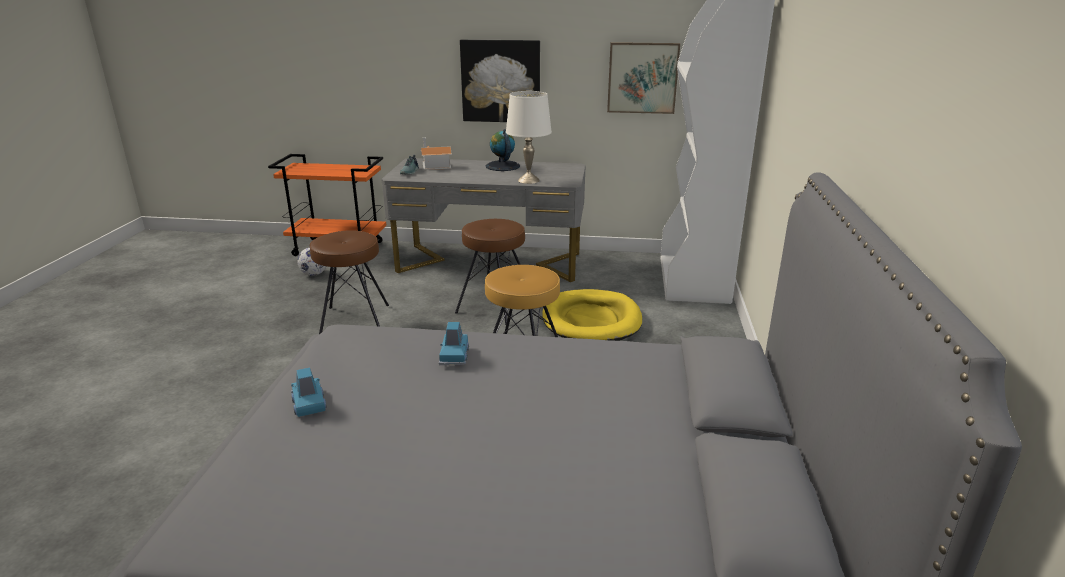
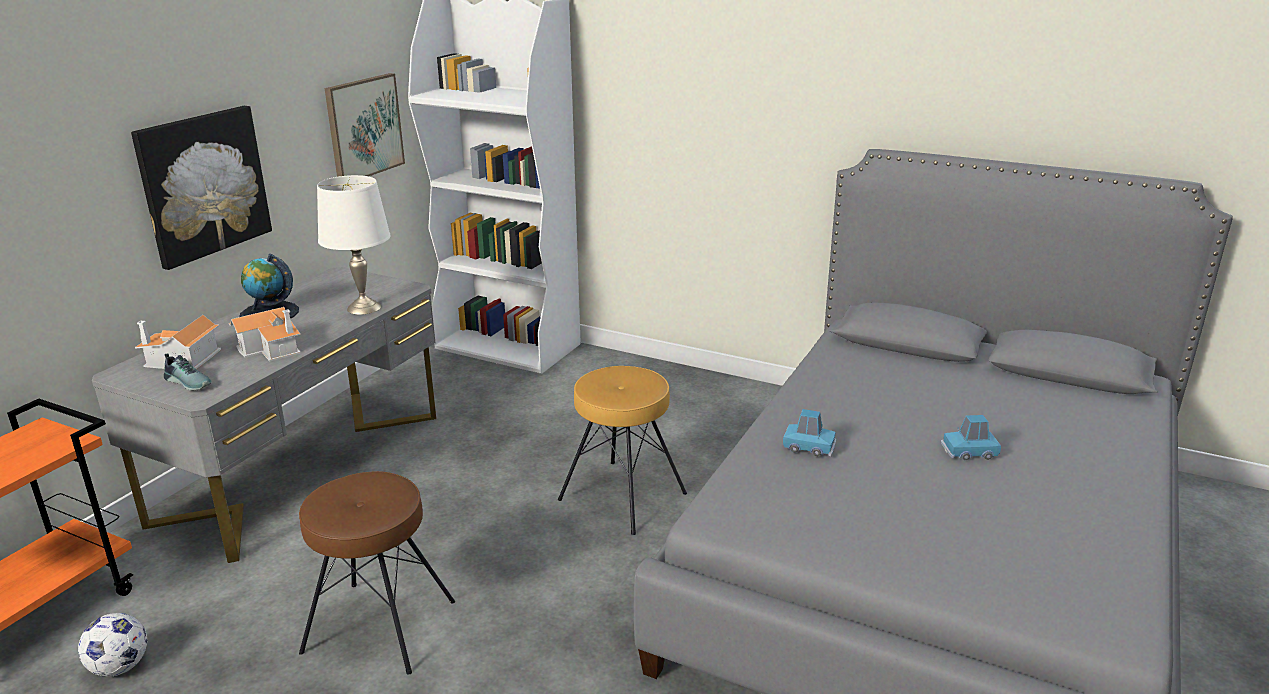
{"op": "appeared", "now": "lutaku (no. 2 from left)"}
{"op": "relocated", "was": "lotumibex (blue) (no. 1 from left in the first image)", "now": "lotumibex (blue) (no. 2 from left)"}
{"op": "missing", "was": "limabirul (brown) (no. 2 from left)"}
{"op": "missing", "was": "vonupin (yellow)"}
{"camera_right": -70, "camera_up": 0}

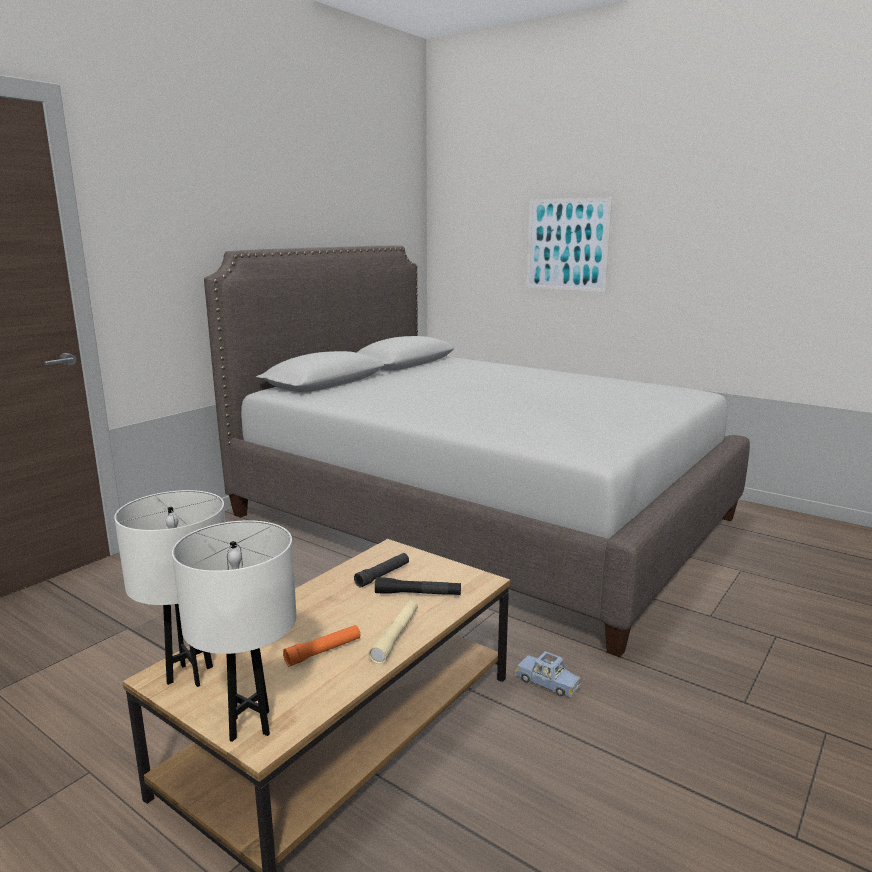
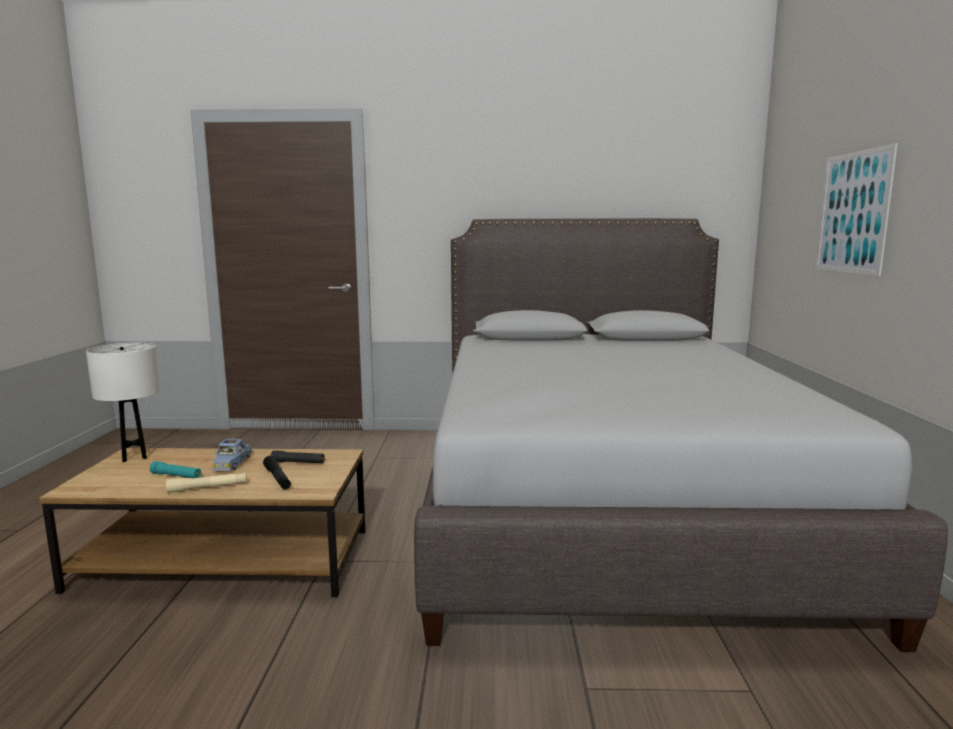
{"op": "colour", "was": "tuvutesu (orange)", "now": "tuvutesu (turquoise)"}
{"op": "relocated", "was": "lotumibex (blue)"}
{"op": "missing", "was": "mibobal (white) (no. 2 from left)"}
{"camera_right": 55, "camera_up": -5}

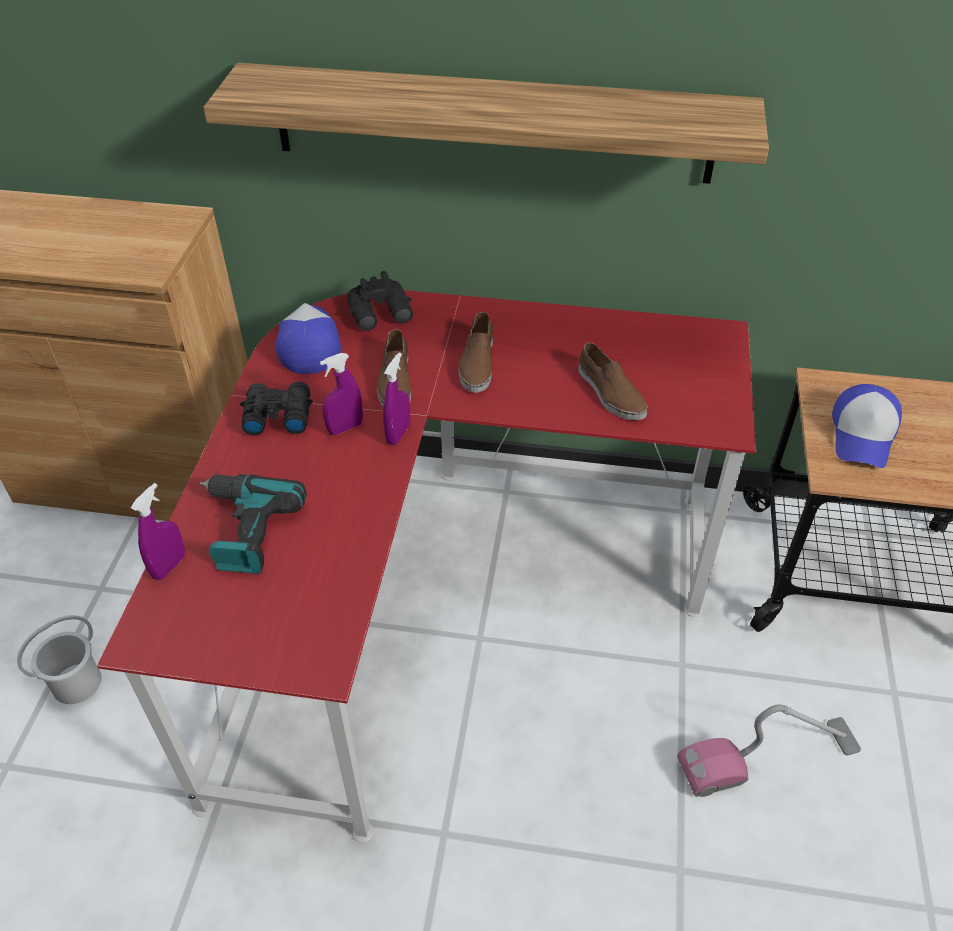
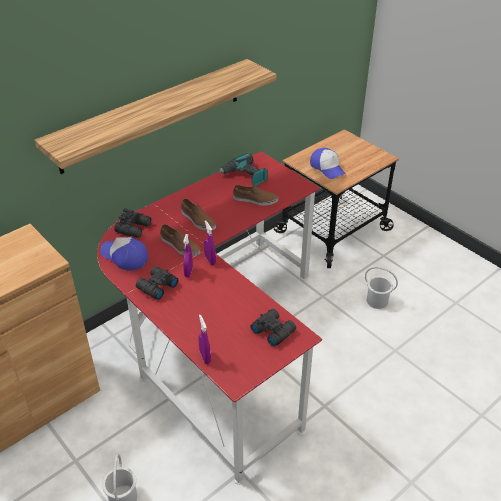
{"op": "relocated", "was": "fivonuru"}
{"op": "appeared", "now": "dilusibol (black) (no. 3 from left)"}
{"op": "exchanged", "was": "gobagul", "now": "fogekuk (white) (no. 2 from left)"}
{"camera_right": -50, "camera_up": -5}

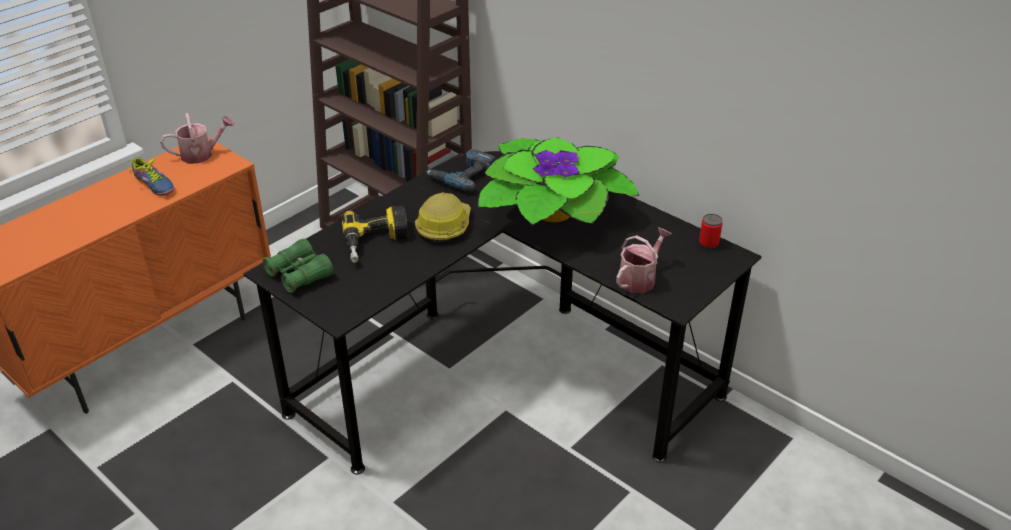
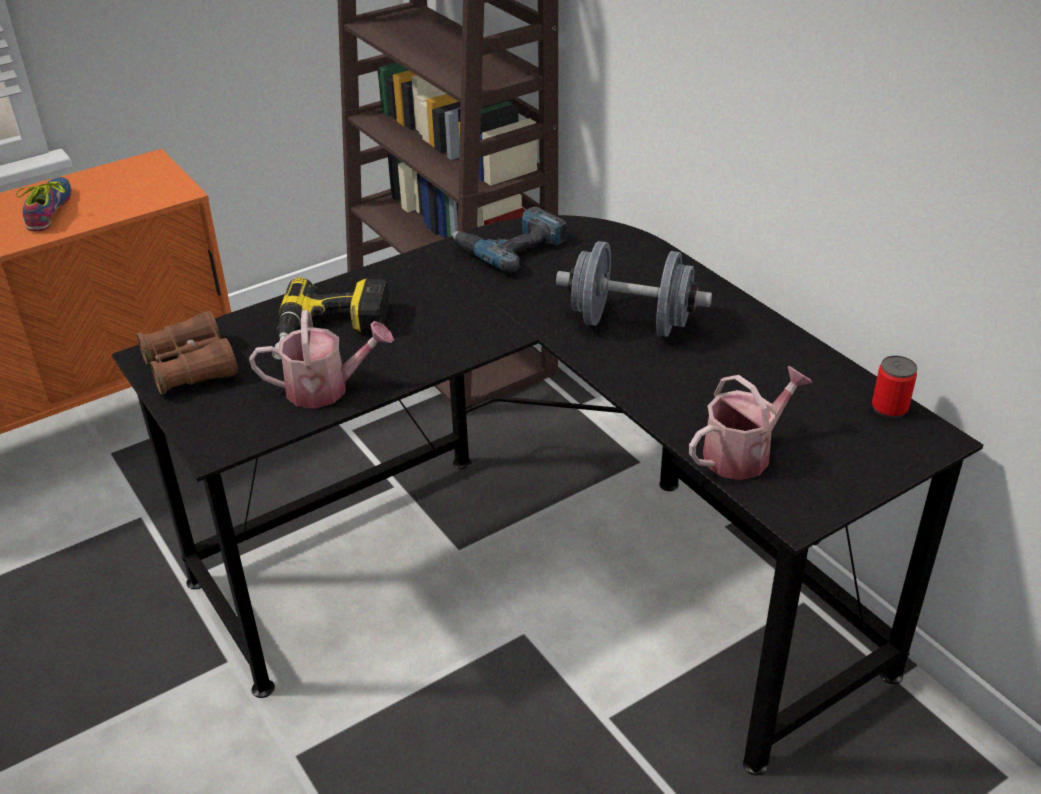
{"op": "spun", "was": "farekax", "clockwise": -150}
{"op": "colour", "was": "dilusibol (green)", "now": "dilusibol (brown)"}
{"op": "relocated", "was": "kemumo (no. 1 from left)"}
{"op": "exchanged", "was": "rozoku", "now": "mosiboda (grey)"}
{"op": "missing", "was": "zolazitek"}
{"camera_right": 15, "camera_up": 0}

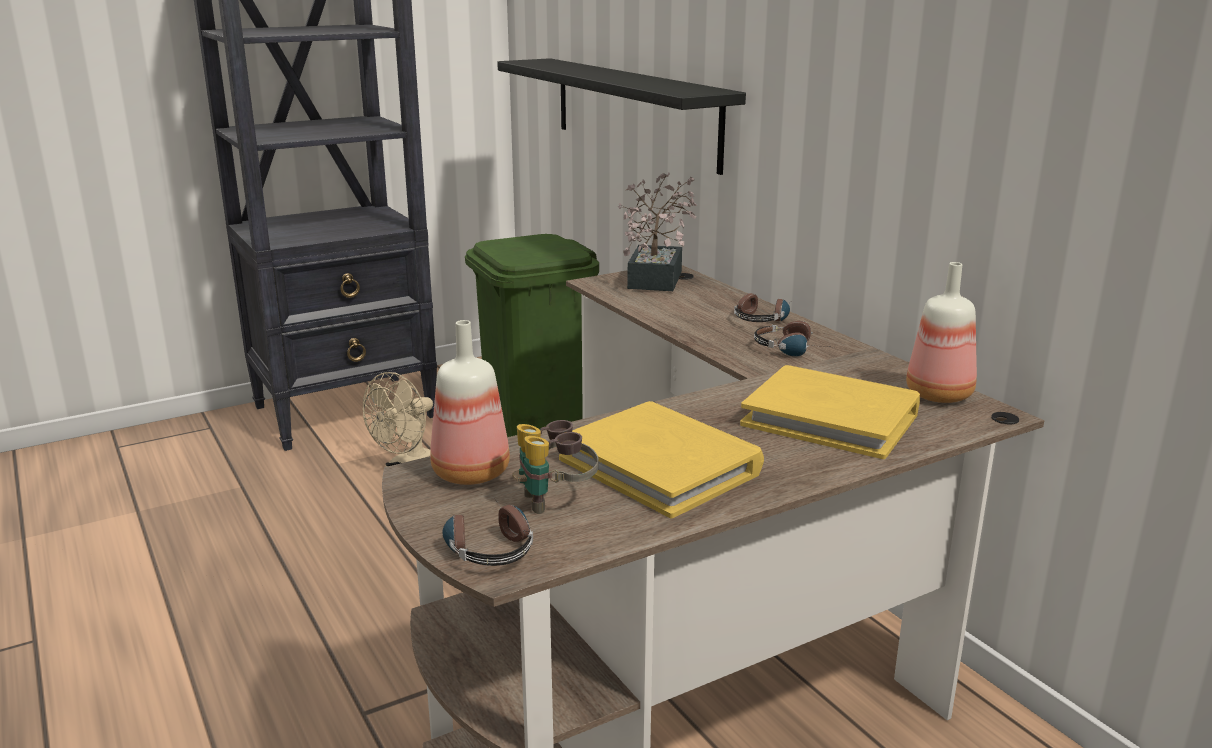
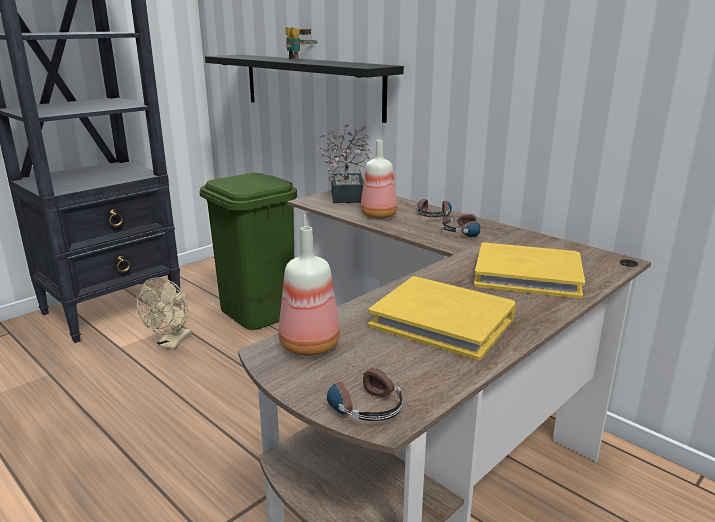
{"op": "relocated", "was": "dilusibol"}
{"op": "relocated", "was": "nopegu (no. 2 from left)"}
{"camera_right": -15, "camera_up": 0}

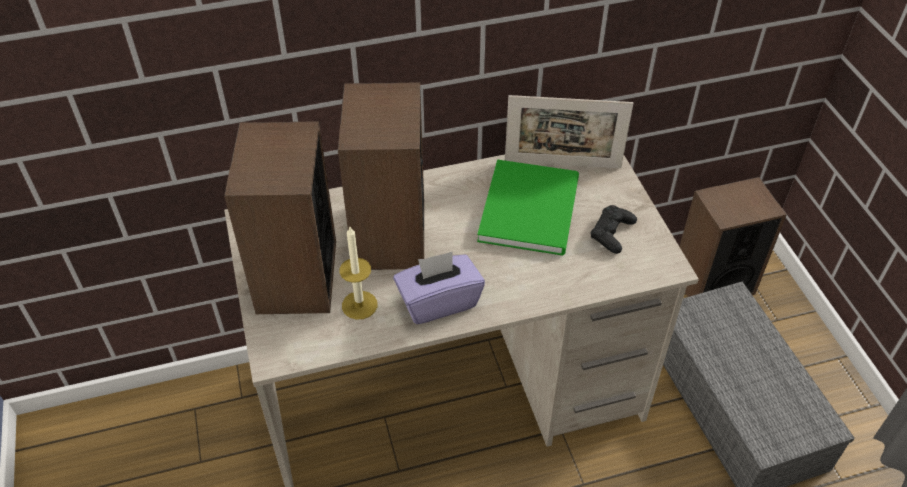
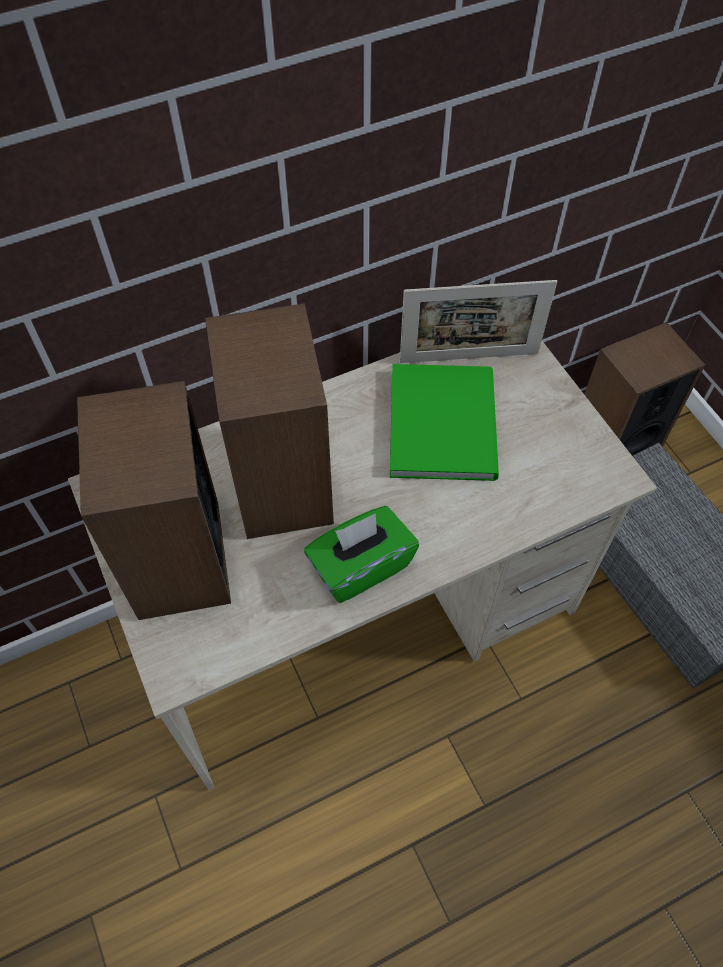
{"op": "colour", "was": "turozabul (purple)", "now": "turozabul (green)"}
{"op": "missing", "was": "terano"}
{"op": "missing", "was": "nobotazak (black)"}
{"camera_right": -10, "camera_up": 10}

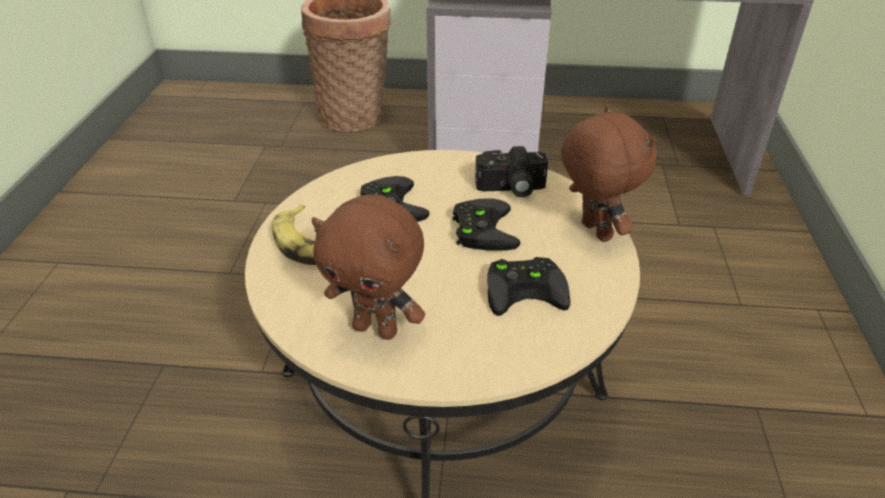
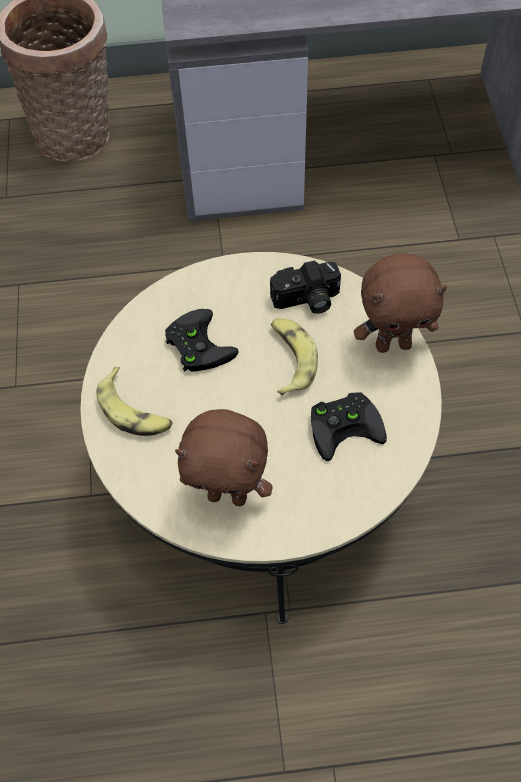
{"op": "exchanged", "was": "nobotazak (black) (no. 2 from left)", "now": "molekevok (no. 2 from left)"}
{"op": "spun", "was": "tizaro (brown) (no. 2 from left)", "clockwise": 120}
{"camera_right": -10, "camera_up": 20}

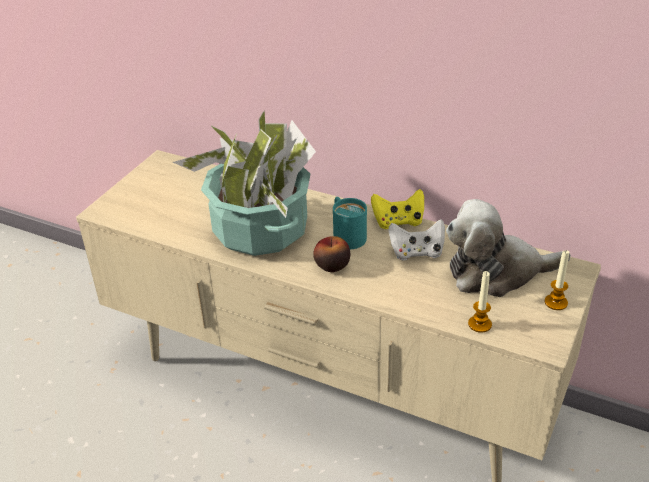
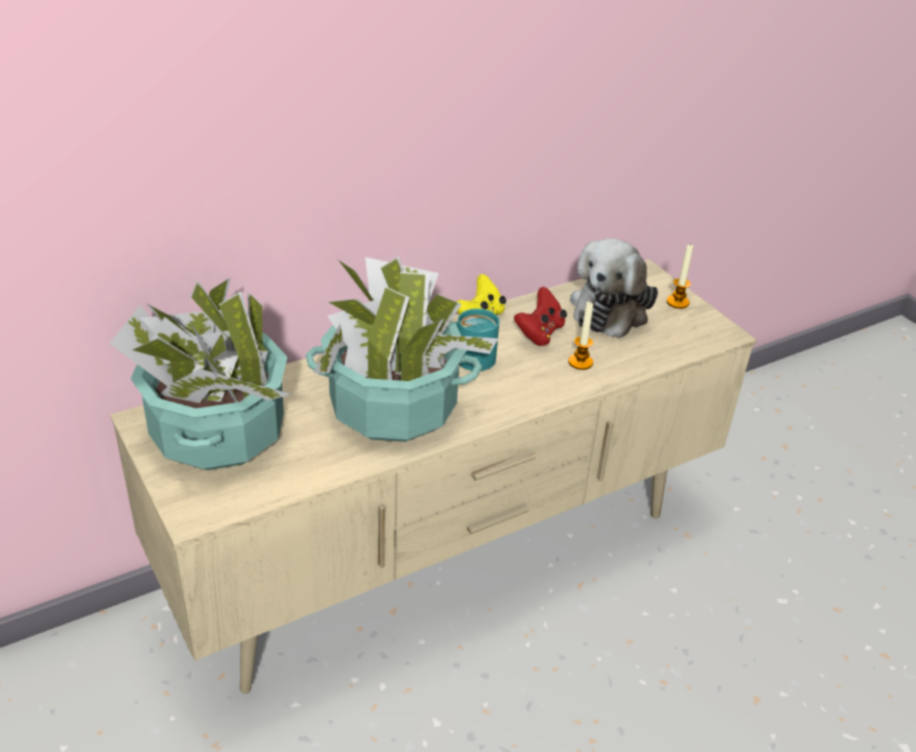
{"op": "appeared", "now": "rozoku (no. 1 from left)"}
{"op": "colour", "was": "nobotazak (white)", "now": "nobotazak (red)"}
{"op": "relocated", "was": "terano (no. 1 from left)"}
{"op": "missing", "was": "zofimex"}
{"camera_right": -60, "camera_up": 0}

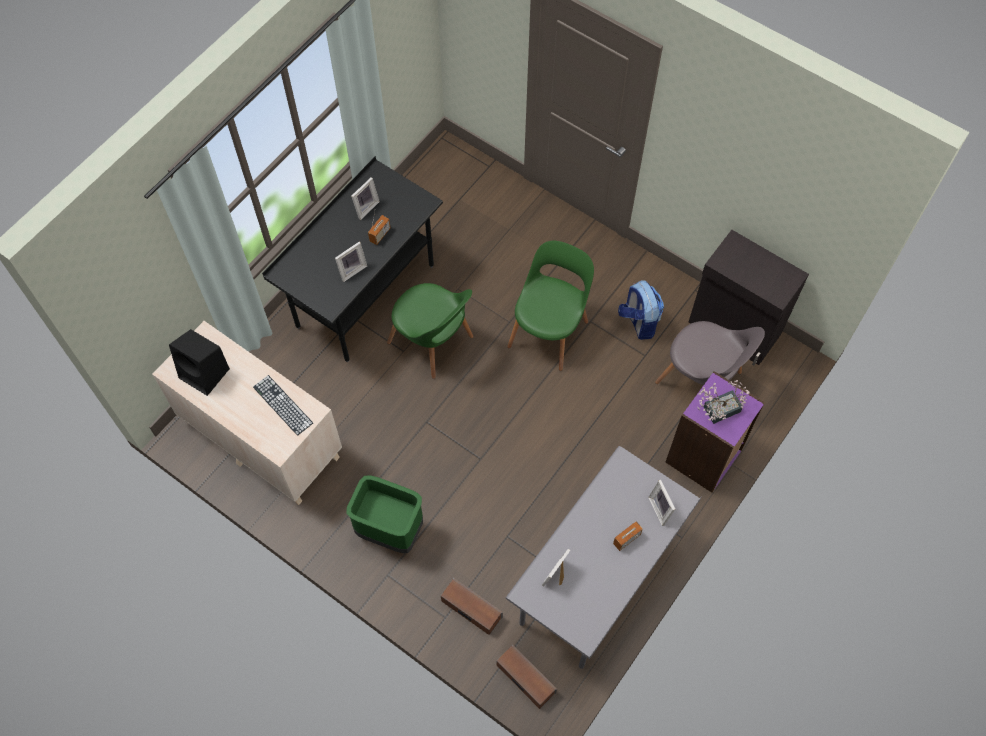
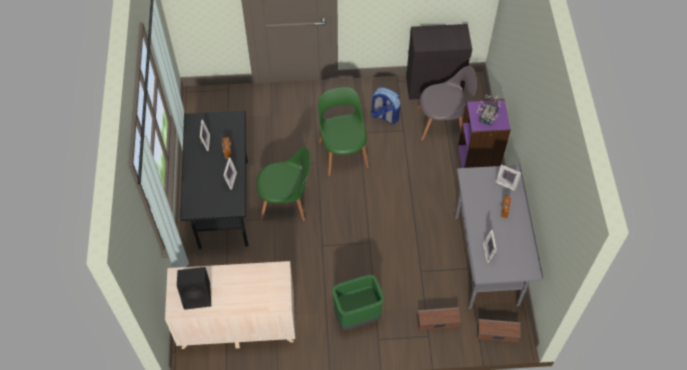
{"op": "missing", "was": "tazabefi"}
{"camera_right": -40, "camera_up": -5}

